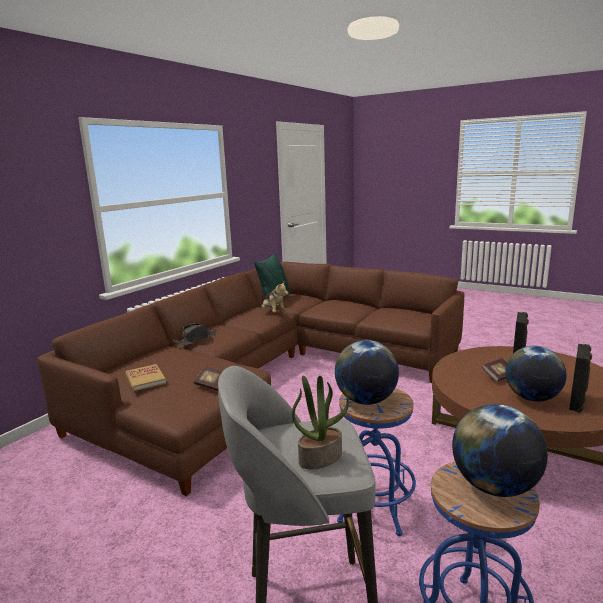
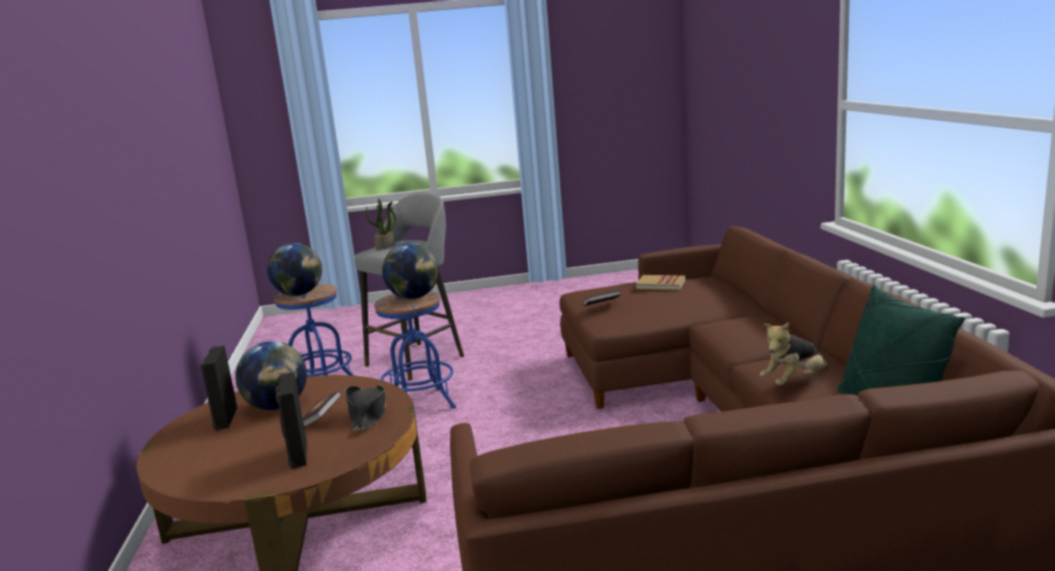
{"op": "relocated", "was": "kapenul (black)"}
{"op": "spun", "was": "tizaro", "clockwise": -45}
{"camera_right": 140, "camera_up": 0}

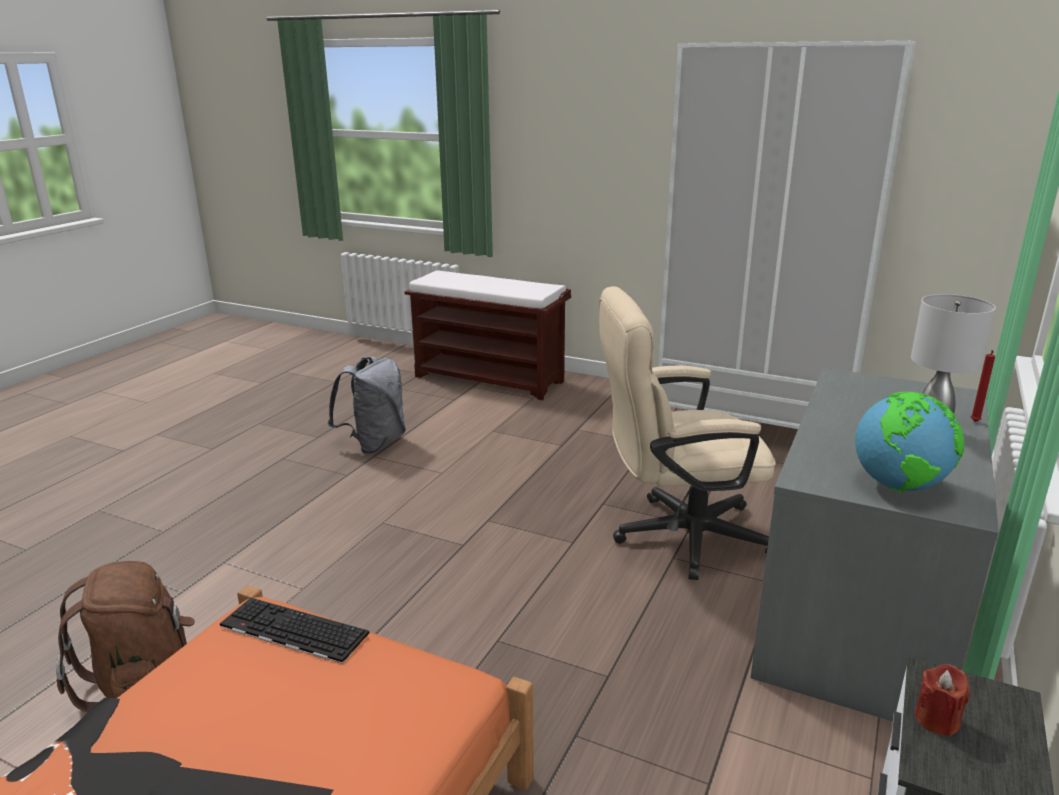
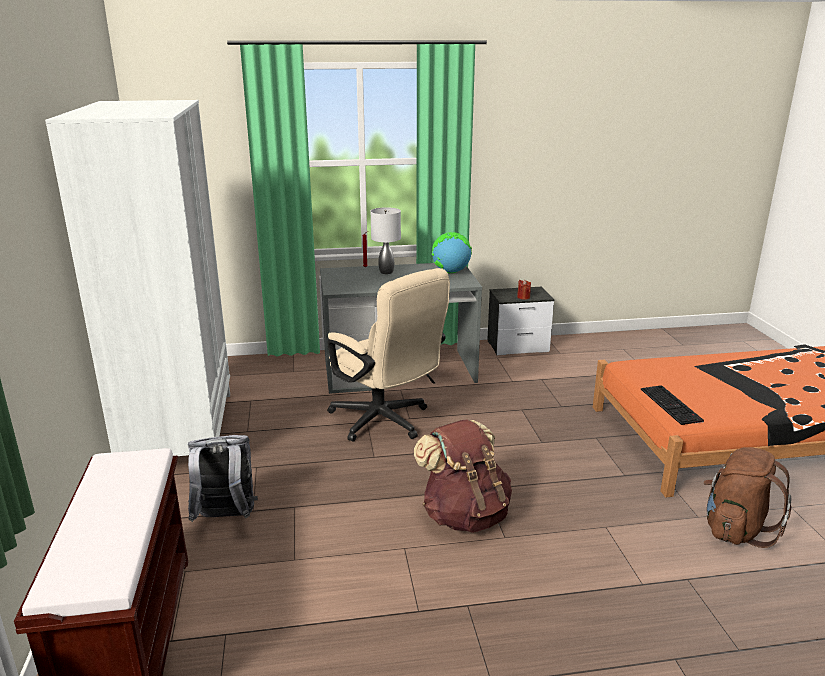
{"op": "relocated", "was": "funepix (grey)"}
{"op": "appeared", "now": "funepix (brown) (no. 1 from left)"}
{"camera_right": -125, "camera_up": 0}

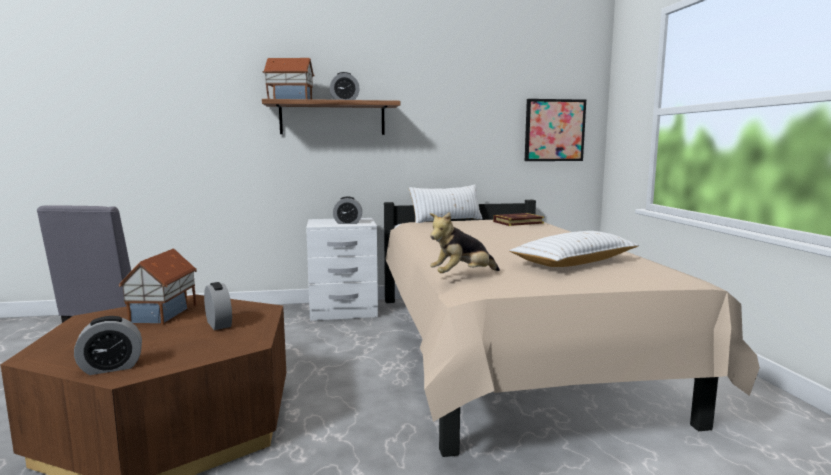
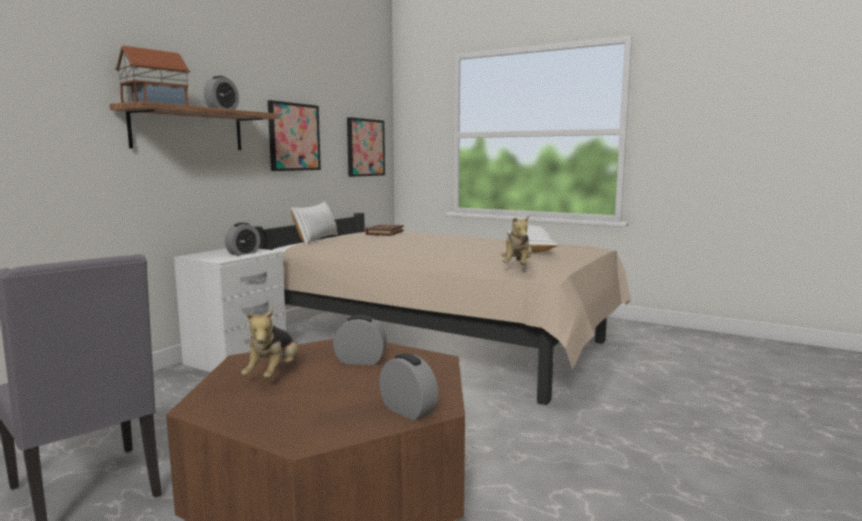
{"op": "exchanged", "was": "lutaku (no. 1 from left)", "now": "tizaro (no. 1 from left)"}
{"op": "appeared", "now": "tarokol (no. 1 from left)"}
{"op": "spun", "was": "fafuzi (no. 1 from left in the first image)", "clockwise": -60}
{"camera_right": -50, "camera_up": 0}

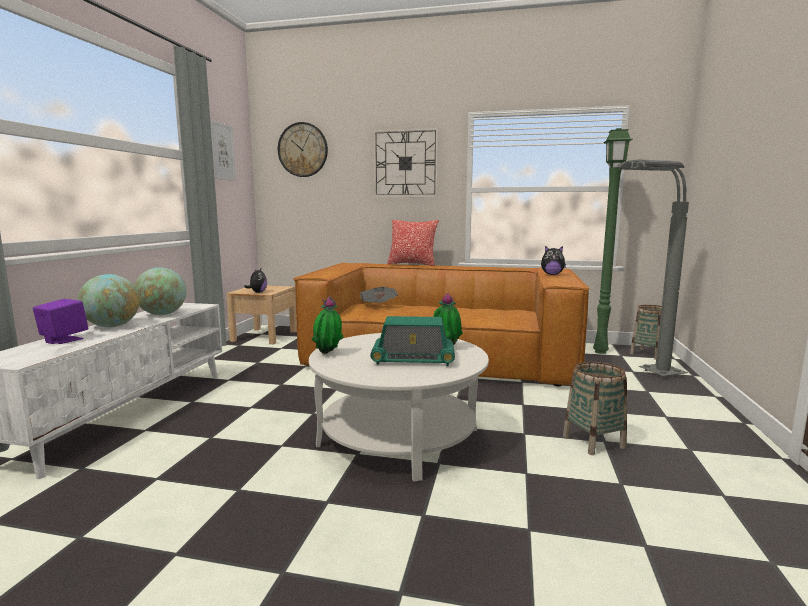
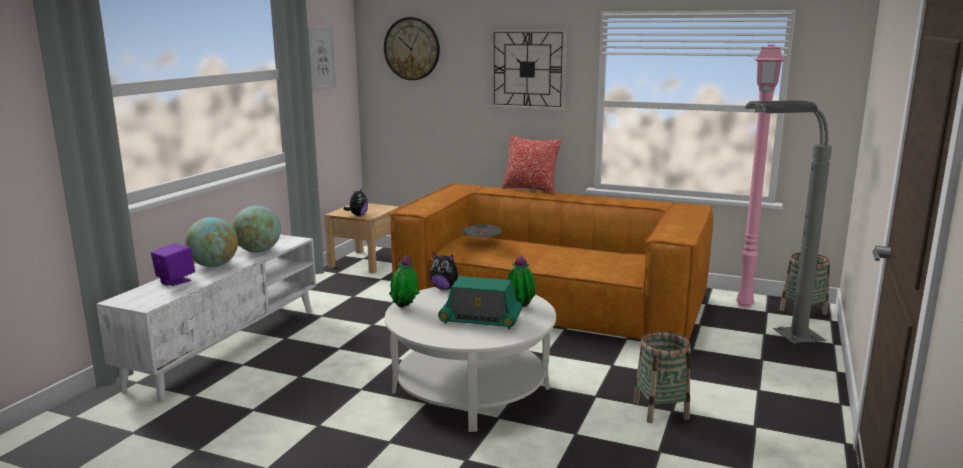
{"op": "relocated", "was": "tizaro (no. 2 from left)"}
{"op": "colour", "was": "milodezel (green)", "now": "milodezel (pink)"}
{"camera_right": 10, "camera_up": 5}

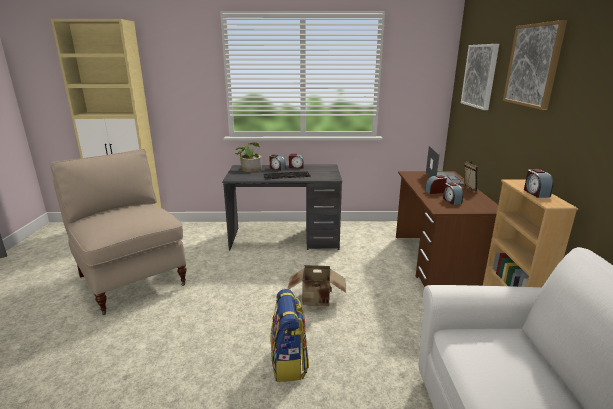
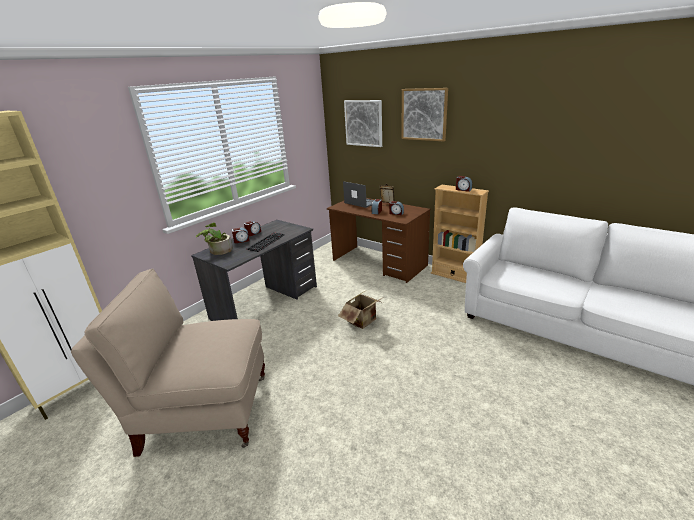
{"op": "missing", "was": "funepix"}
{"camera_right": -50, "camera_up": 5}

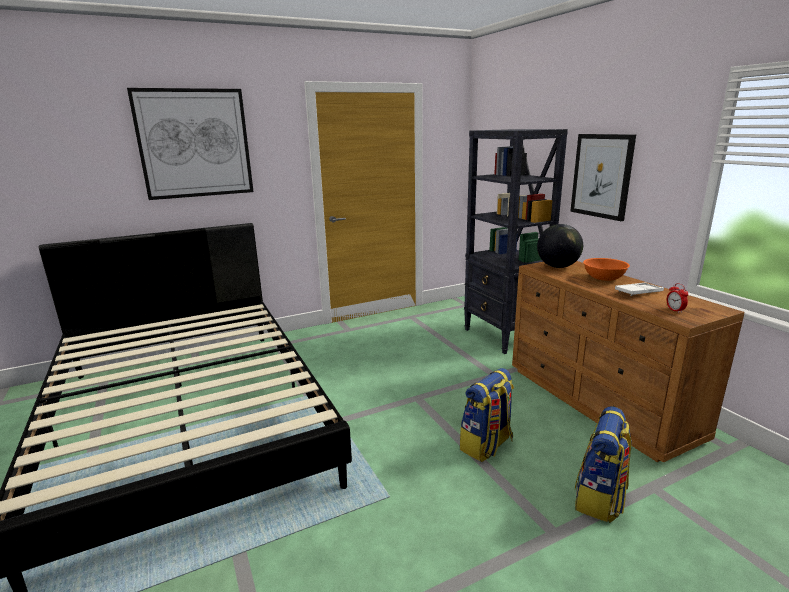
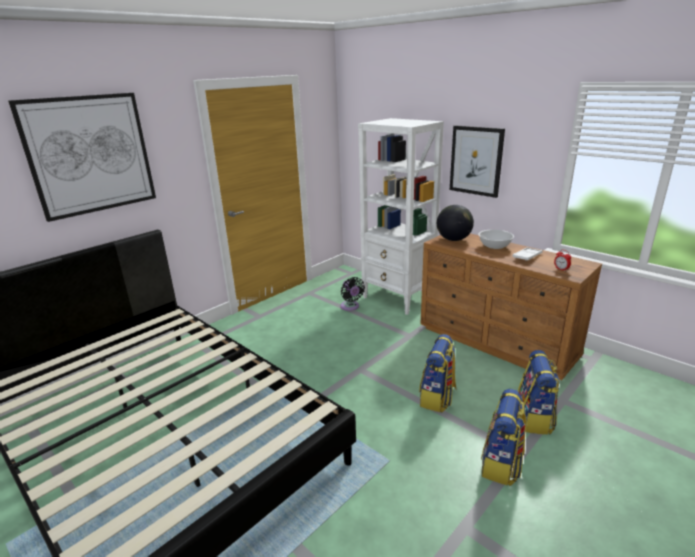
{"op": "appeared", "now": "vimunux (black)"}
{"op": "colour", "was": "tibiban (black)", "now": "tibiban (white)"}
{"op": "colour", "was": "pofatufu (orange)", "now": "pofatufu (white)"}
{"op": "appeared", "now": "funepix (no. 2 from left)"}
{"camera_right": -20, "camera_up": 5}

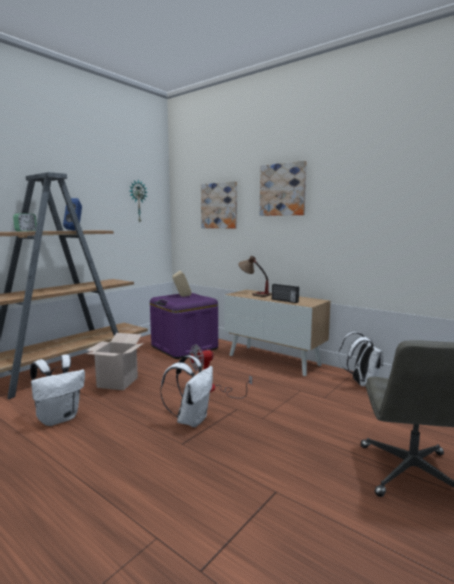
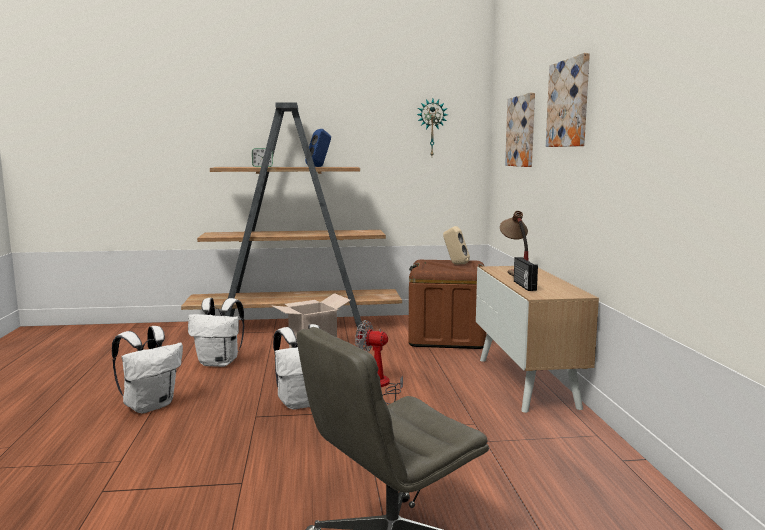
{"op": "relocated", "was": "funepix (white) (no. 3 from left in the first image)", "now": "funepix (white) (no. 1 from left)"}
{"op": "colour", "was": "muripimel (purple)", "now": "muripimel (brown)"}
{"camera_right": 45, "camera_up": 0}

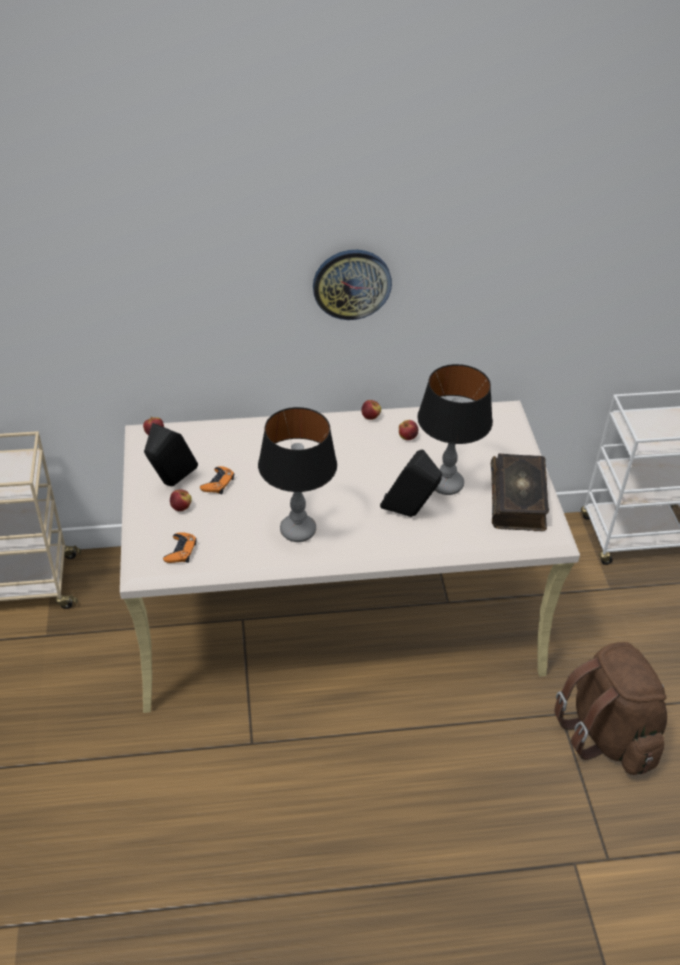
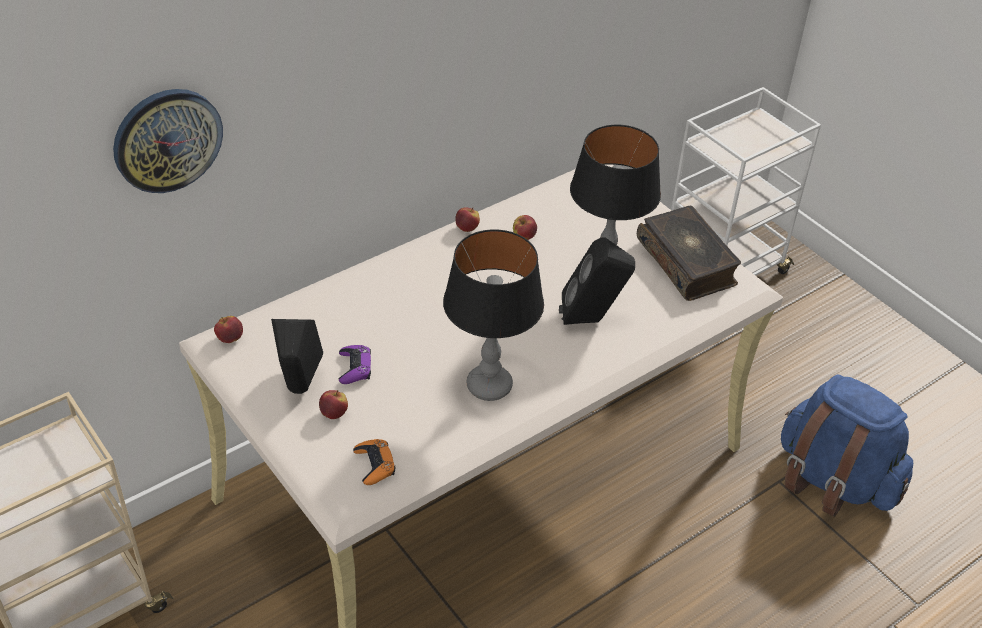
{"op": "relocated", "was": "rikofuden"}
{"op": "colour", "was": "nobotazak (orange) (no. 2 from left)", "now": "nobotazak (purple)"}
{"op": "colour", "was": "funepix (brown)", "now": "funepix (blue)"}
{"camera_right": -30, "camera_up": 0}

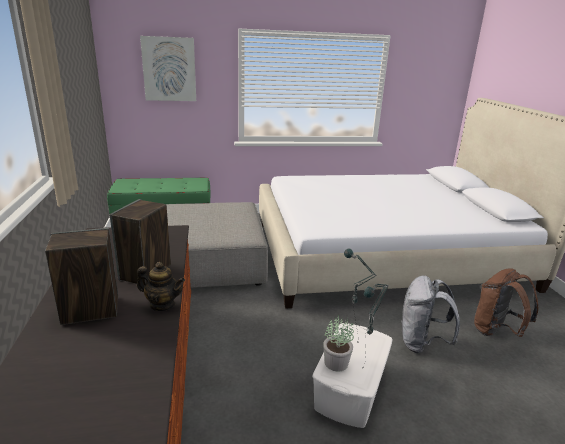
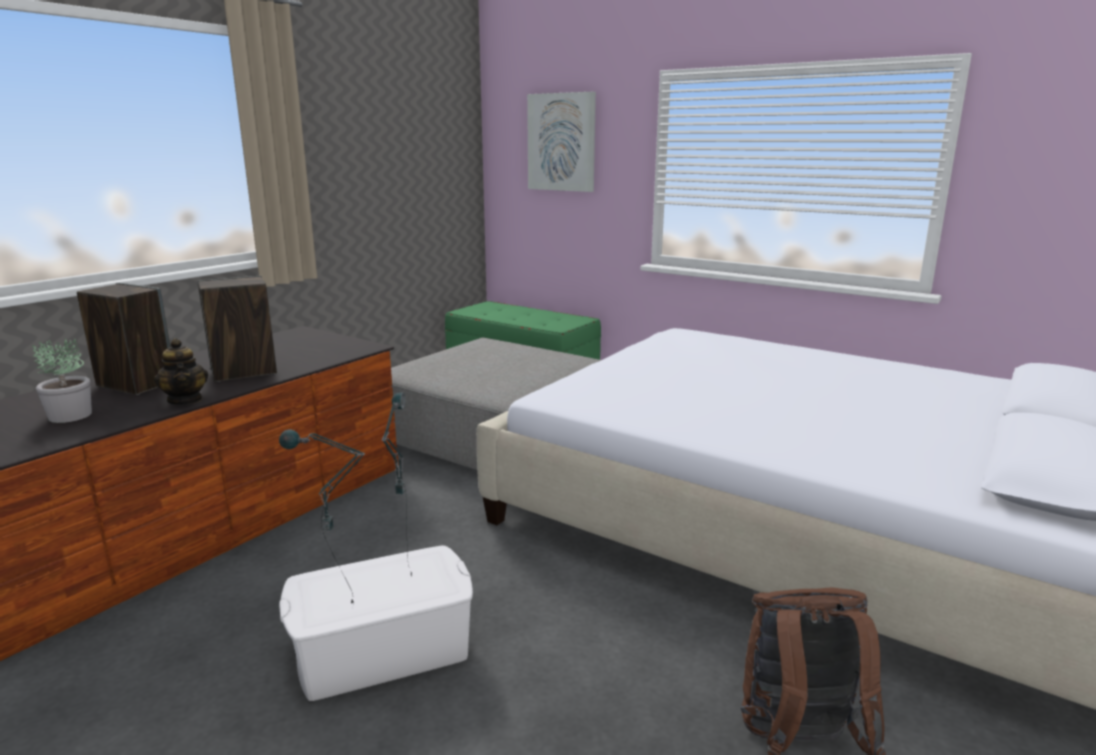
{"op": "relocated", "was": "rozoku"}
{"op": "missing", "was": "funepix (grey)"}
{"camera_right": 45, "camera_up": -5}

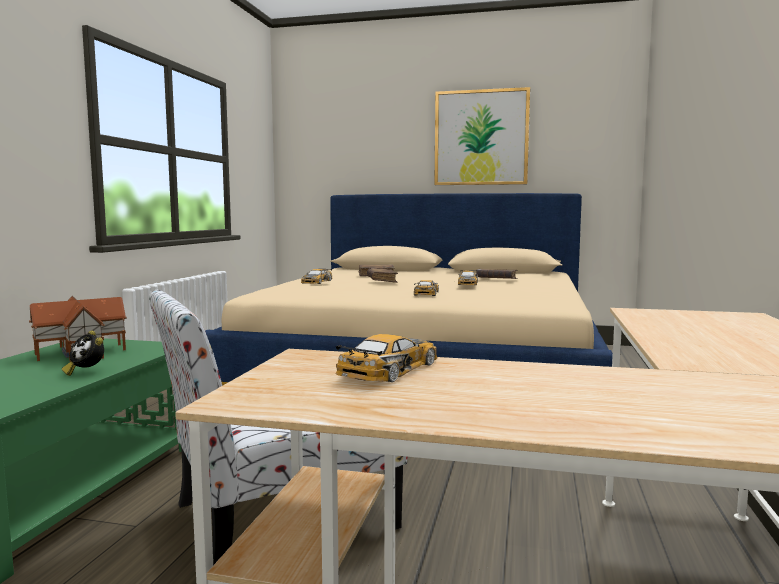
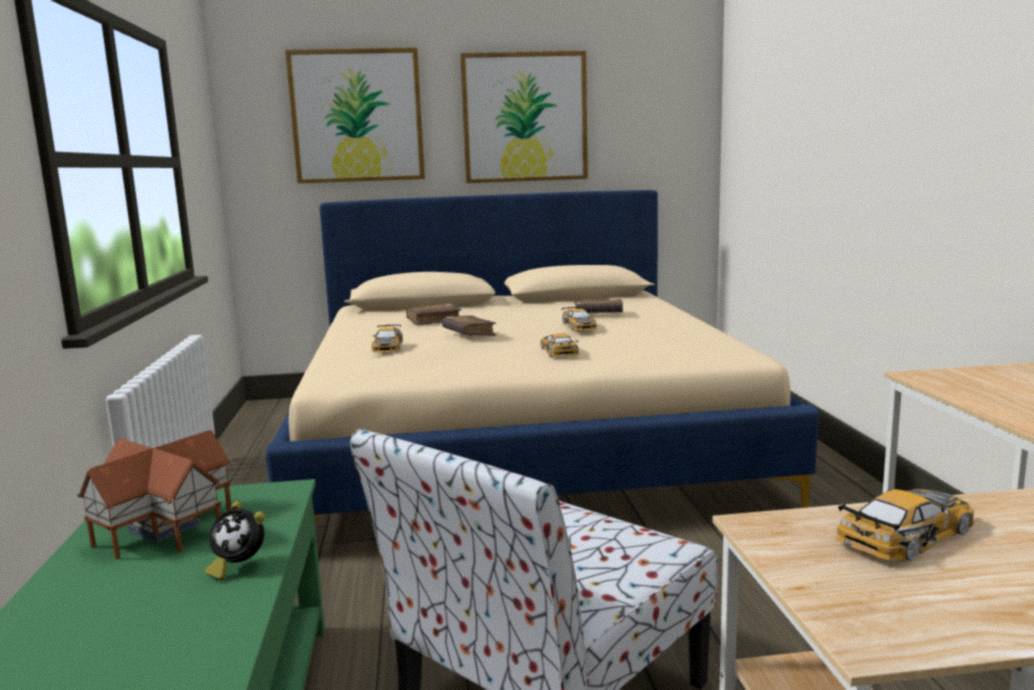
{"op": "appeared", "now": "tarokol (no. 1 from left)"}
{"op": "spun", "was": "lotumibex (no. 2 from left in the first image)", "clockwise": 45}
{"camera_right": -20, "camera_up": 5}

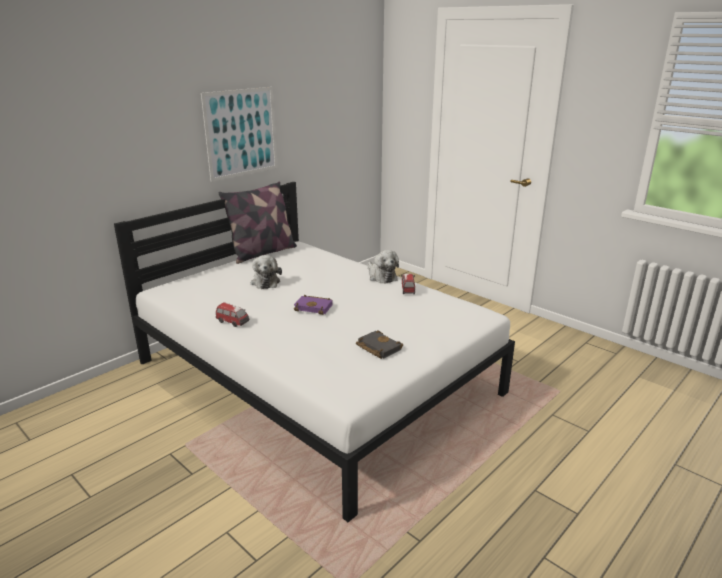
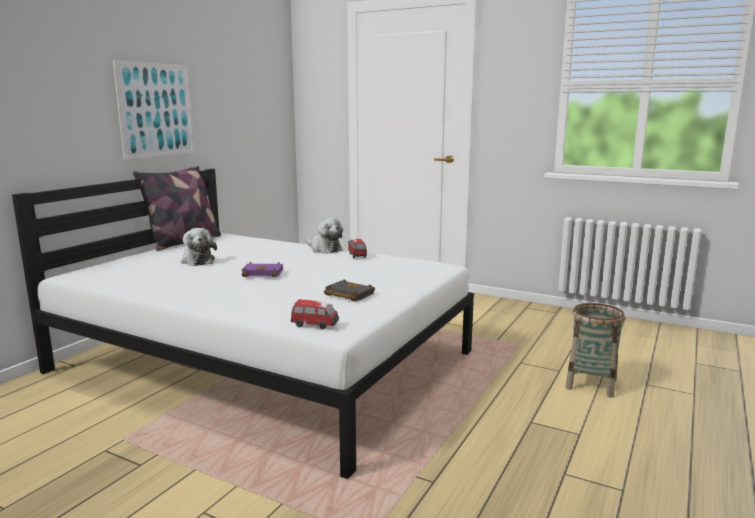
{"op": "relocated", "was": "lotumibex (no. 1 from left)"}
{"op": "appeared", "now": "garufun"}
{"camera_right": -15, "camera_up": -10}

